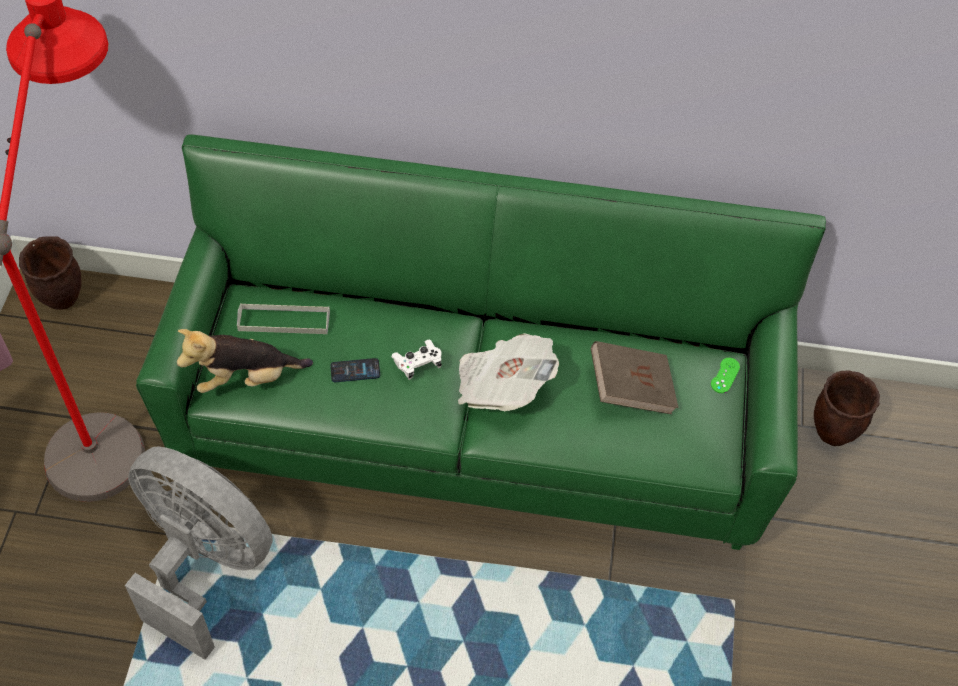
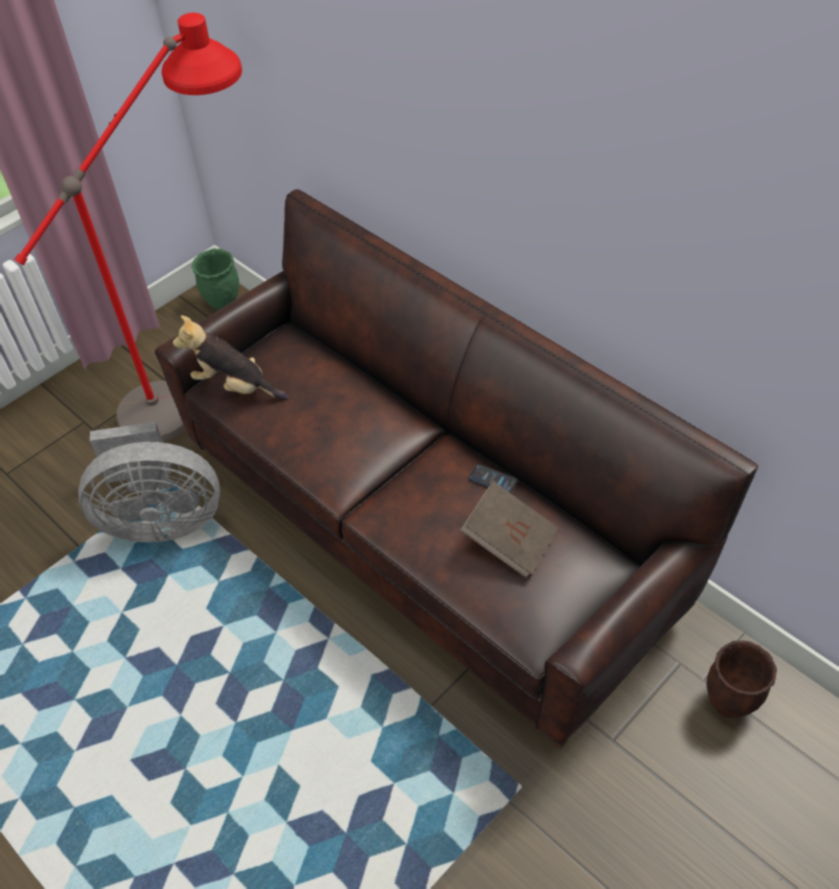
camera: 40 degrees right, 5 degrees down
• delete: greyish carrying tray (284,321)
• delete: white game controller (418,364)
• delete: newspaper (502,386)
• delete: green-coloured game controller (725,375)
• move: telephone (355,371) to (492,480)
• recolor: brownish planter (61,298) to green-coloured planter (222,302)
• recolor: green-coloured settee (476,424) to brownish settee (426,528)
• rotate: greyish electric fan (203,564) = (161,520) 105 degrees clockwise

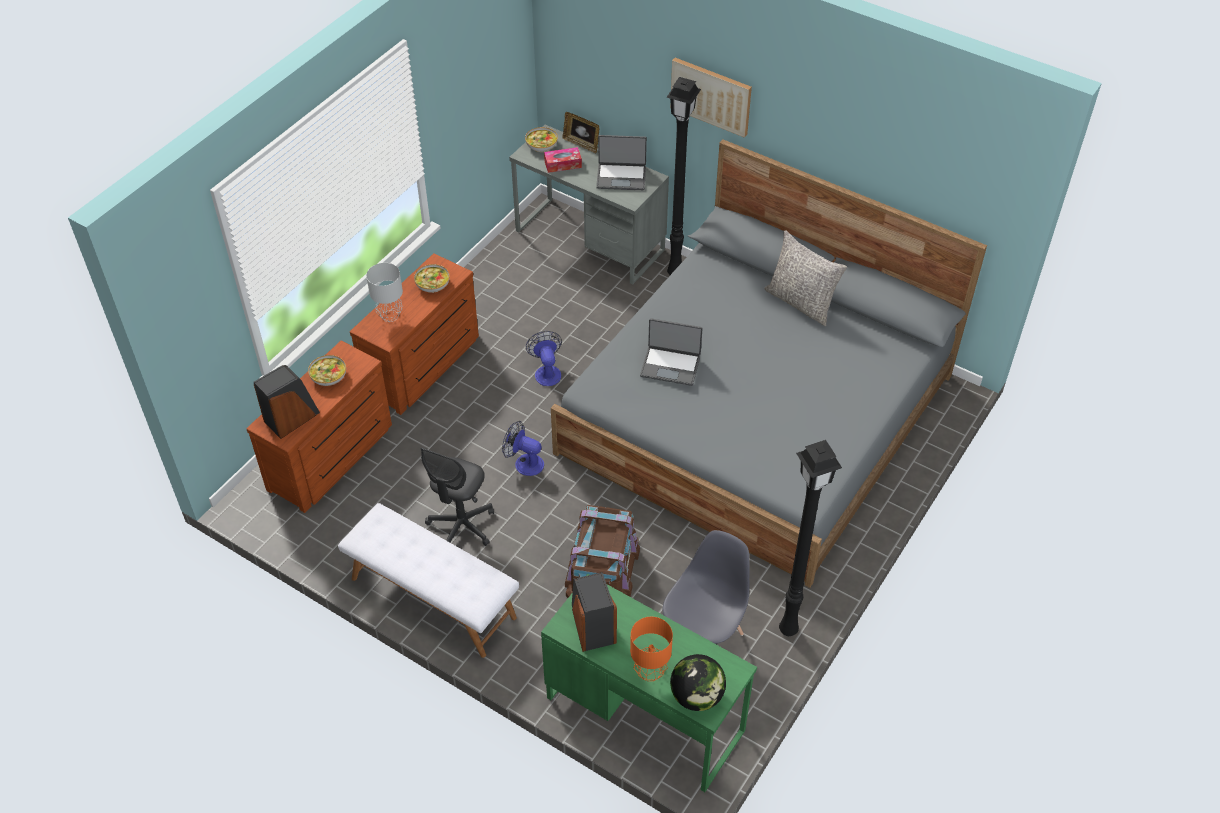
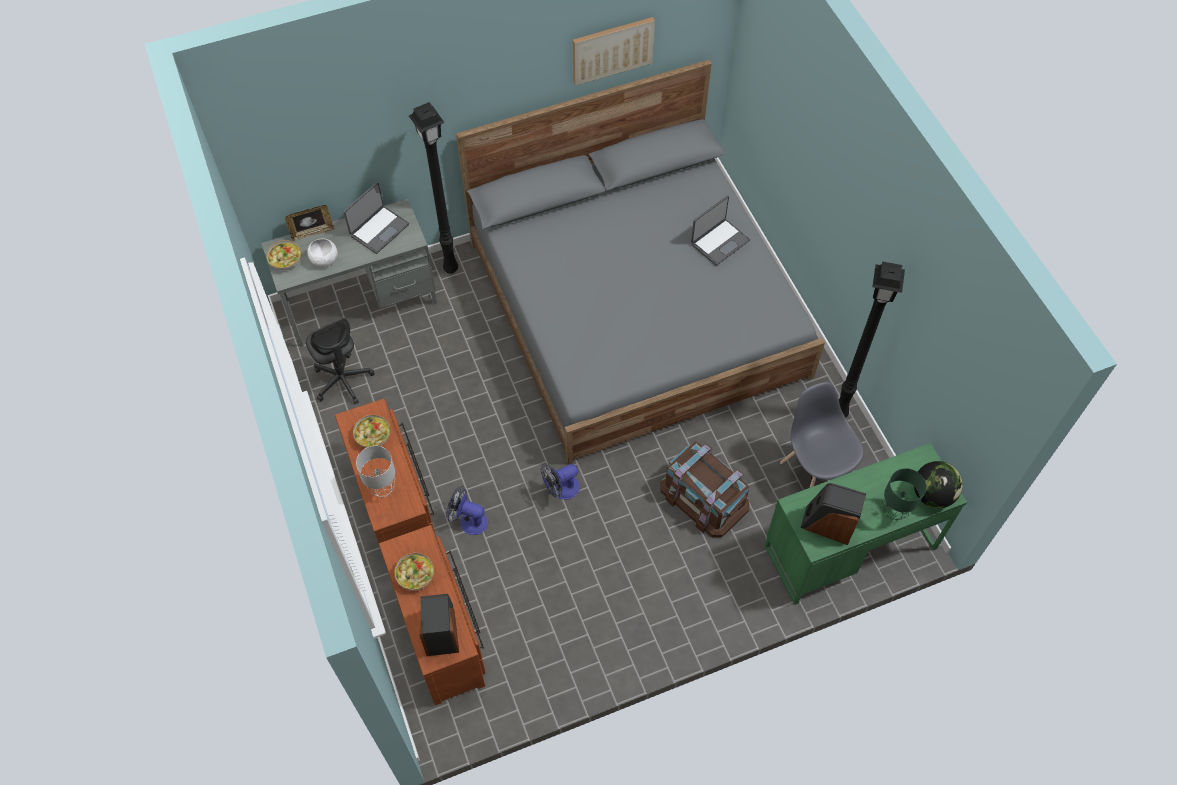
camera: 55 degrees left, 10 degrees up
• delete: white bench (432,598)
• delete: greyish cushion (801,302)
• move: greyish computer chair (461,526) to (343,380)
• move: electric fan (547,372) to (468,520)
• move: portable computer (670,366) to (719,242)
• move: picture (711,96) to (612,50)
• replace: tissue box (563,164) to white serving bowl (324,259)
• recolor: orange tabletop lamp (649,671) to green-coloured tabletop lamp (893,511)

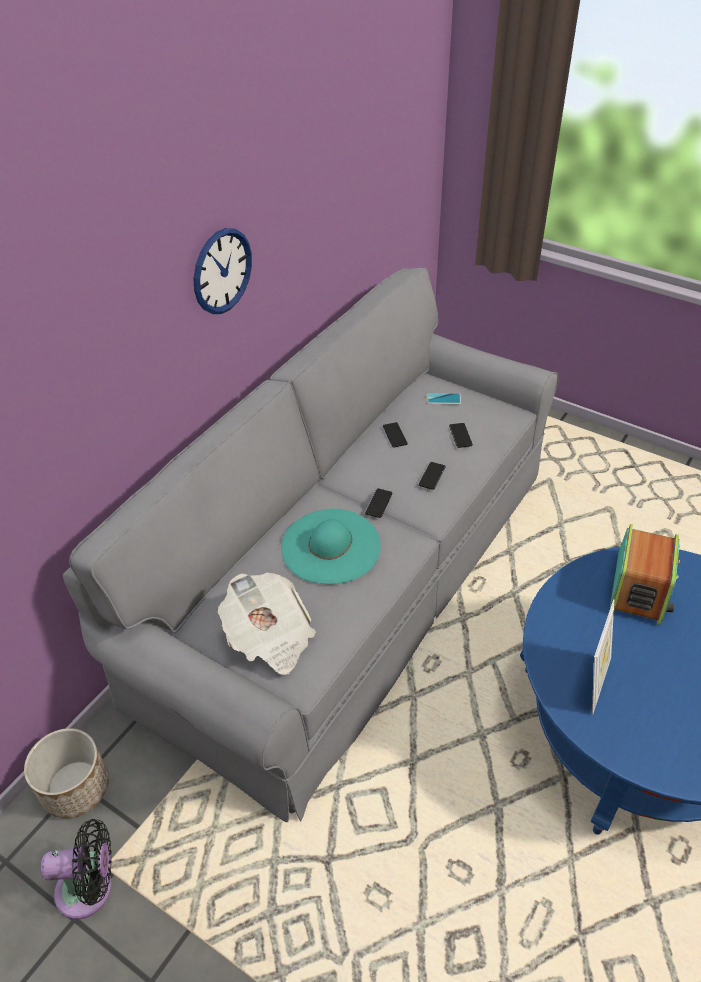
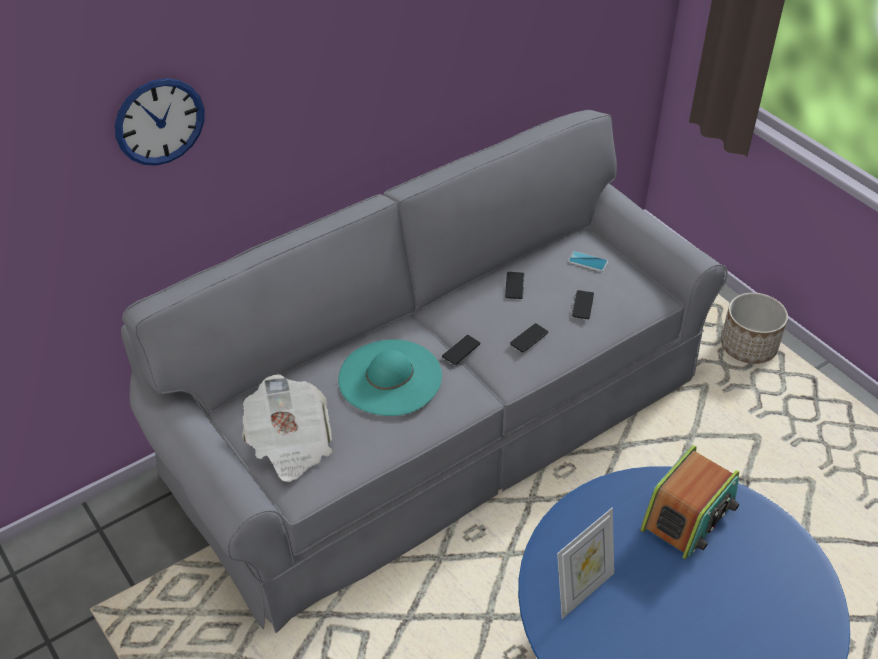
camera: 20 degrees right, 0 degrees up
• delete: black electric fan (90,889)
• move: planter (76,787) to (748,346)
• move: clock on the wall (222,271) to (159,121)

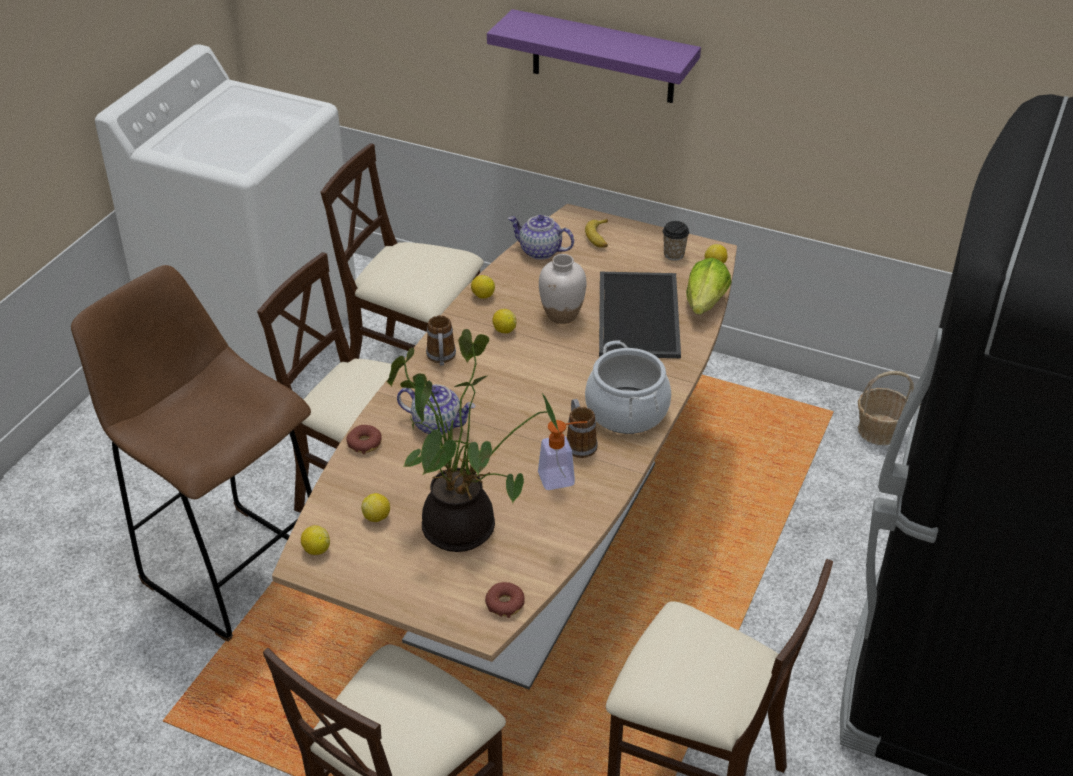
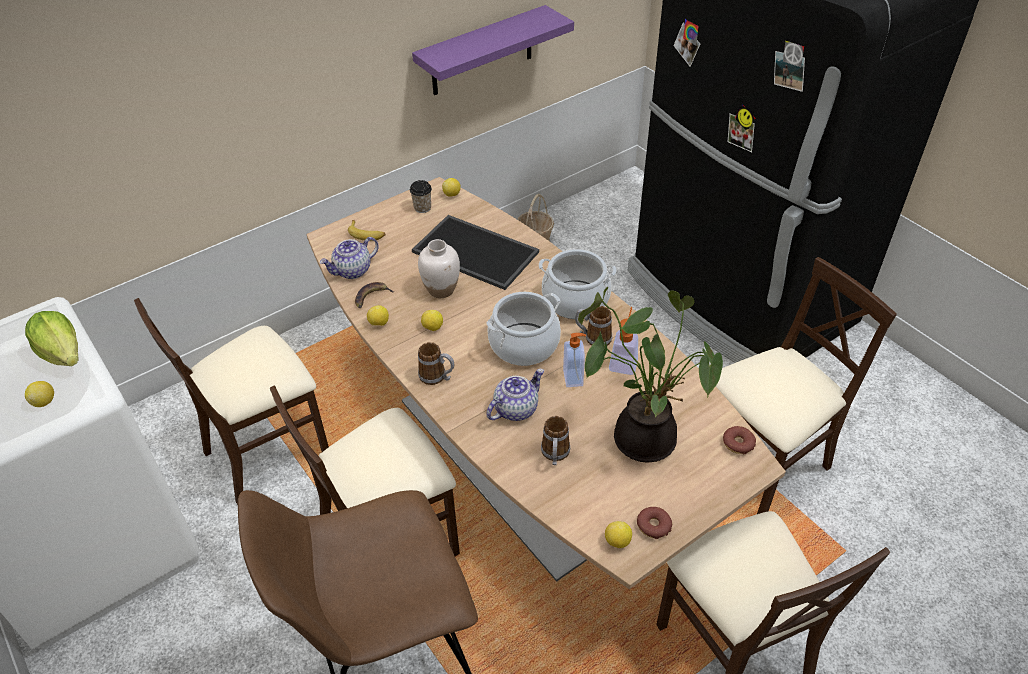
camera: 60 degrees left, 5 degrees up
• insert: whole banana (371,297)
• insert: saucepot (523,344)
• insert: tea mug (555,455)
• insert: liquid soap bottle (574,378)
• move: doughnut (364,443) to (653,525)
• move: citrus fruit (377,517) to (44,401)
• move: purple-coloured shelf (603,57) to (482,52)
• move: head of lettuce (705,303) to (63,354)

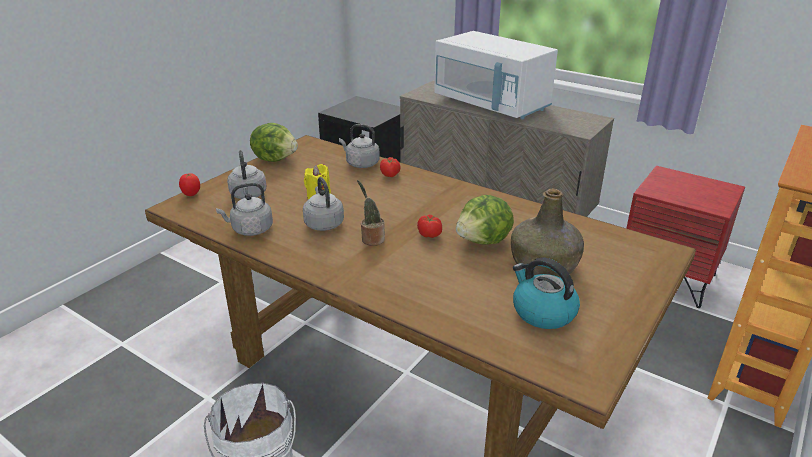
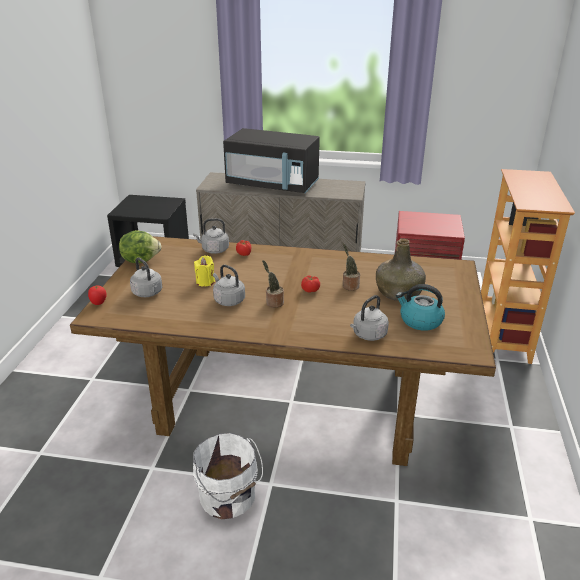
camera: 25 degrees left, 0 degrees up
• move: greyish water kettle (250,230) to (368,335)
• replace: head of lettuce (484,241) to plant in a pot (349,286)
• recolor: white microwave (491,104) to black microwave (273,185)

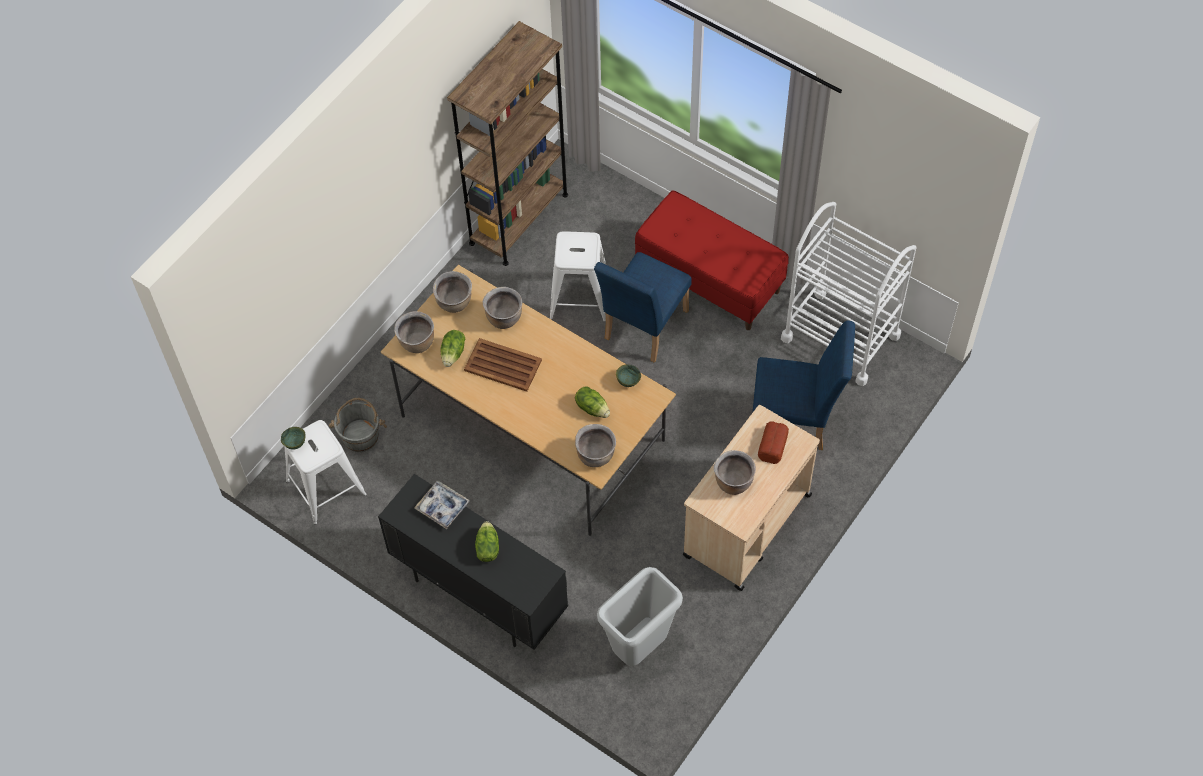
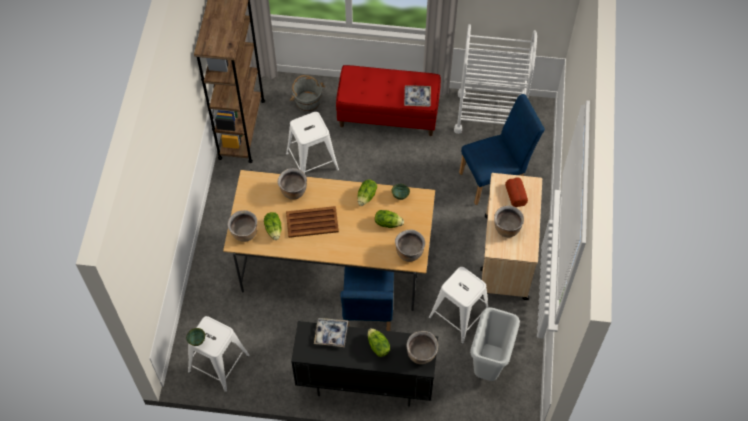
camera: 30 degrees left, 0 degrees up
• insert: head of lettuce (367,196)
• insert: carrying tray (417,98)
• insert: white sitting stool (458,315)
• move: greyish water bucket (360,435) to (307,101)
• move: brownish saucepot (454,303) to (421,354)
• move: bluish upright chair (642,329) to (367,317)

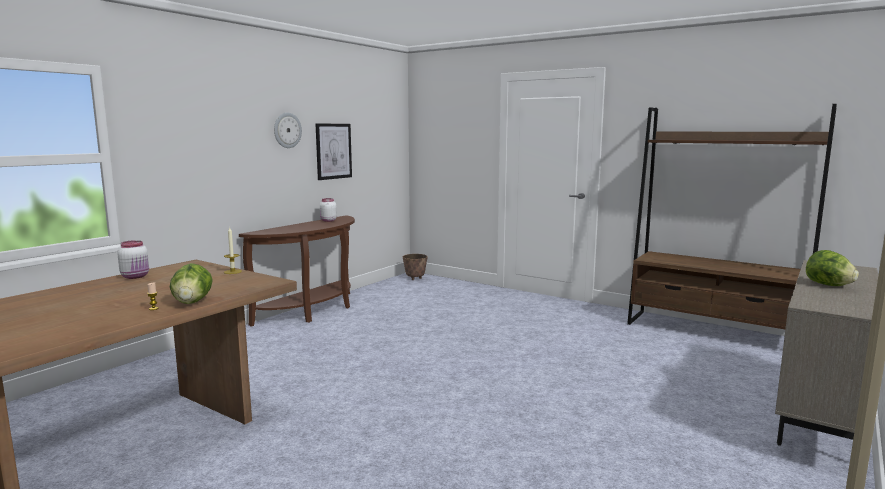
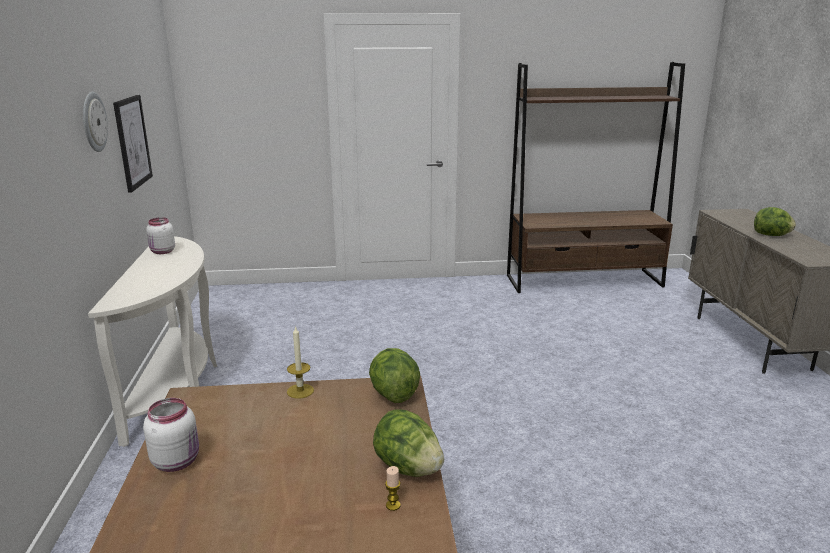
camera: 40 degrees left, 10 degrees up
• delete: planter (415,278)
• insert: head of lettuce (393,394)
• recolor: brownish console table (314,311) to white console table (178,387)

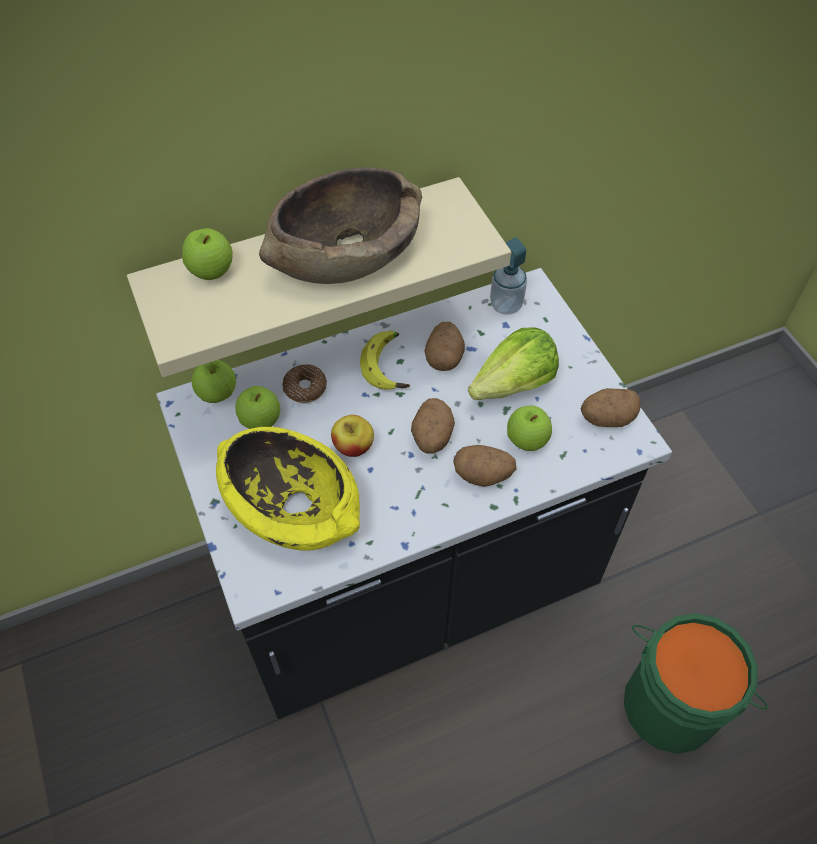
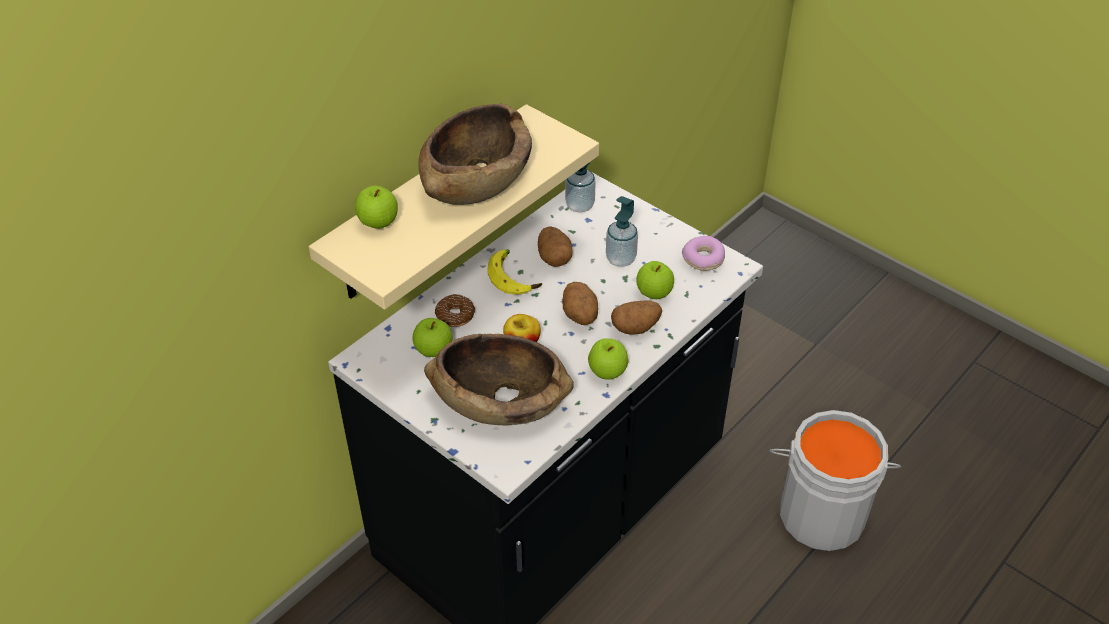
camera: 25 degrees left, 10 degrees down
• move: whole apple (217,394) to (607,372)
• replace: head of lettuce (514,385) to liquid soap bottle (620,259)
• replace: whole potato (606,418) to doughnut (703,259)
• recolor: yellowish serving bowl (292,506) to brownish serving bowl (500,400)
• recolor: green-coloured water bucket (672,702) to greyish water bucket (822,512)

